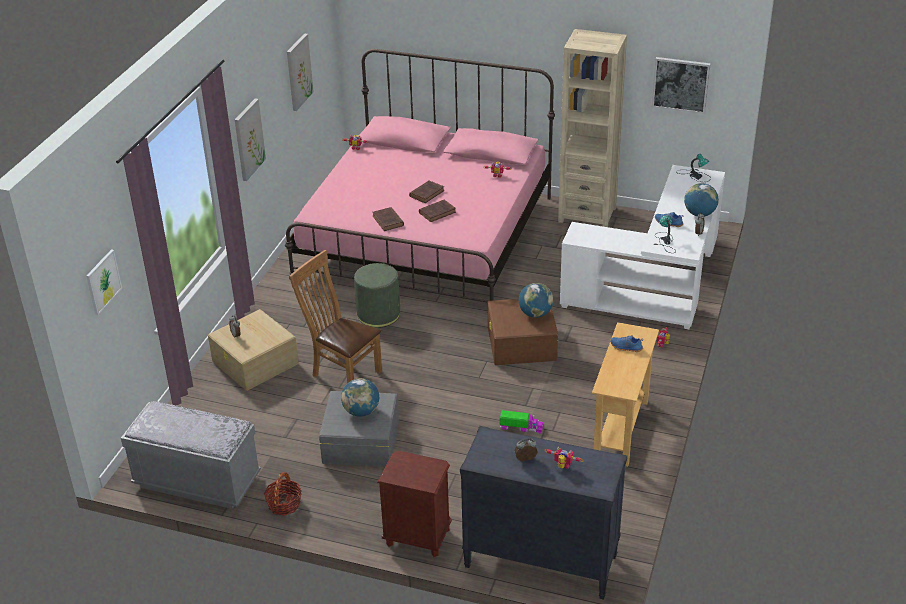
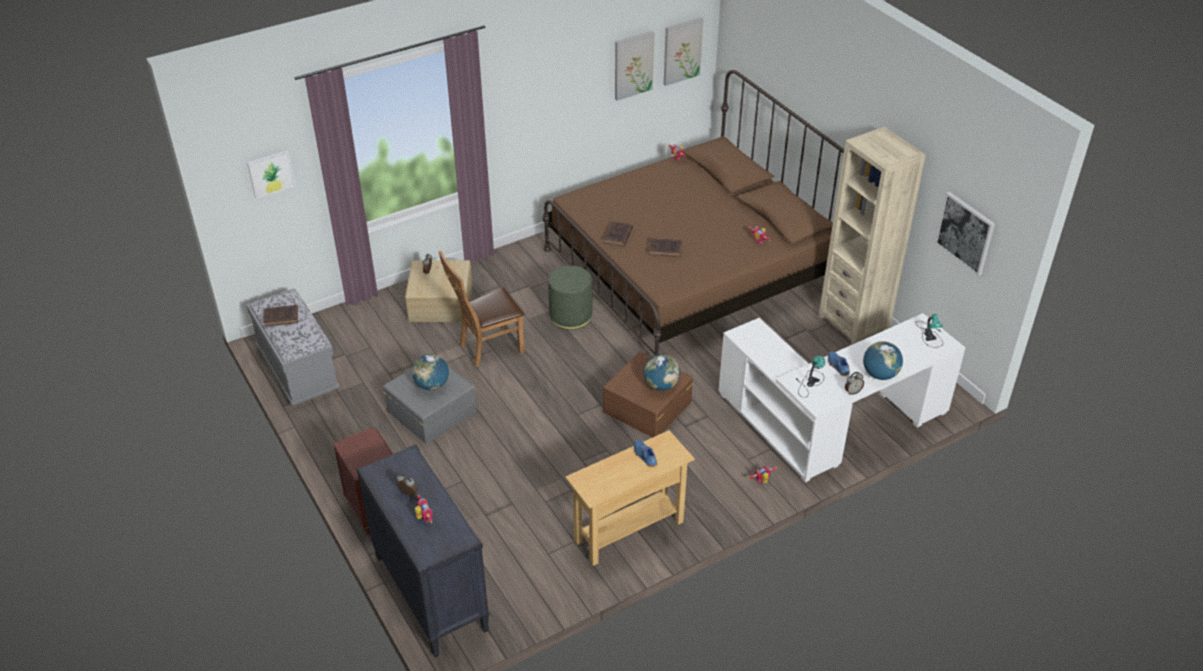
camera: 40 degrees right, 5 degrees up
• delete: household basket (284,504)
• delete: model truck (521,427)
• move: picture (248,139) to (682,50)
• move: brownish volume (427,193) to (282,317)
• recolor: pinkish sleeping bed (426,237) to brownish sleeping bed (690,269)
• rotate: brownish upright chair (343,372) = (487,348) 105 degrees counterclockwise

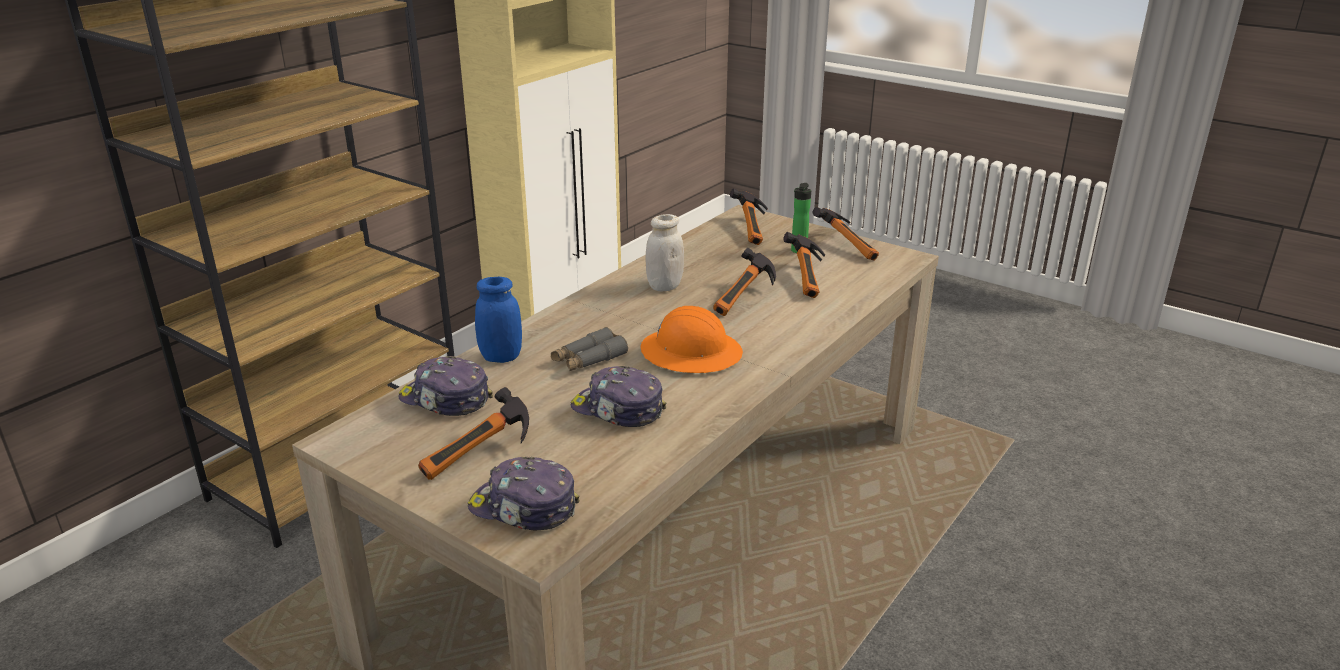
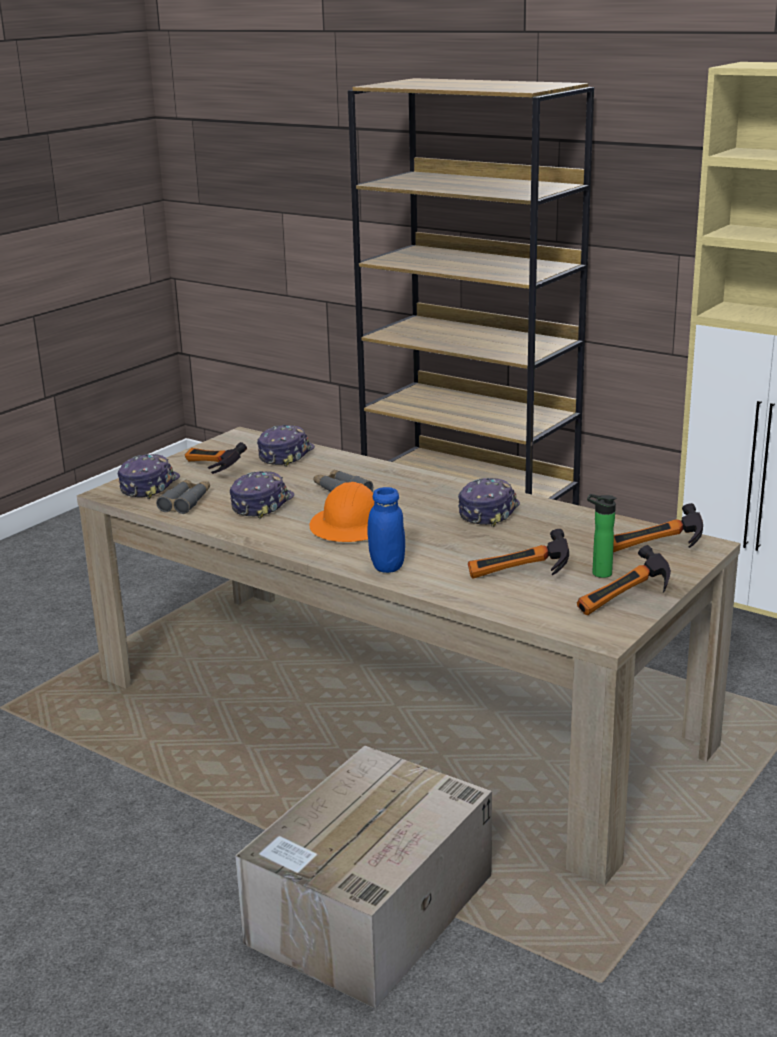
camera: 90 degrees right, 5 degrees down
• delete: hand hammer (746,299)
• insert: greyish field glasses (186,502)
• insert: packing box (369,911)
• move: bluish storage jar (501,357) to (387,566)
• replace: white storage jar (664,286) to peaked cap (488,512)

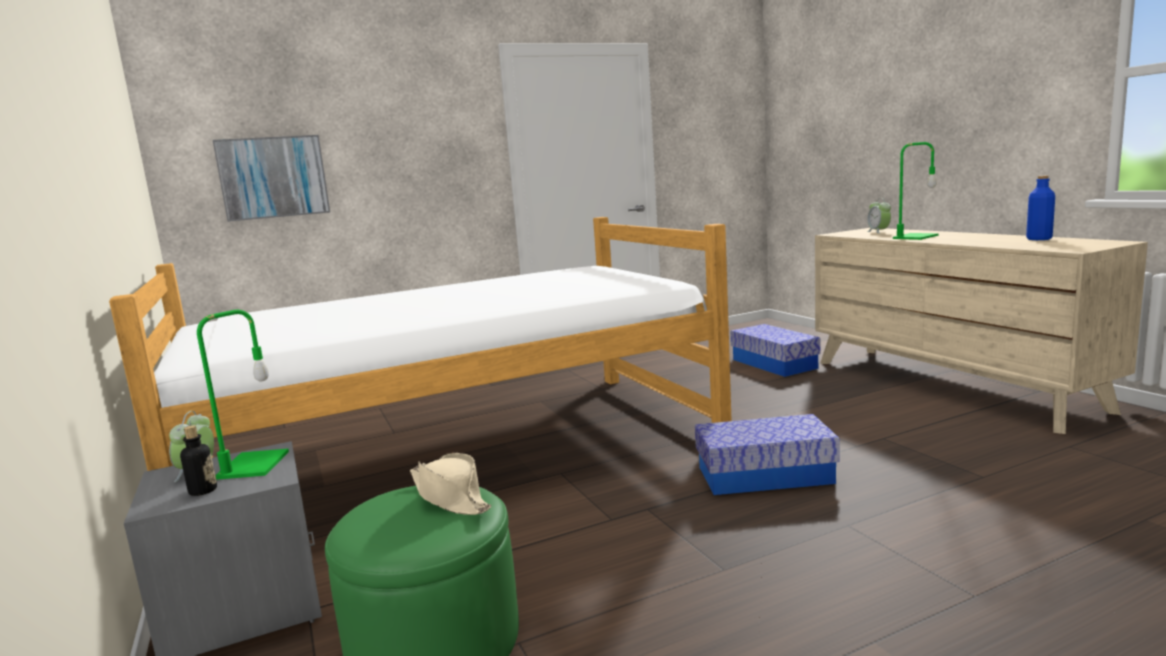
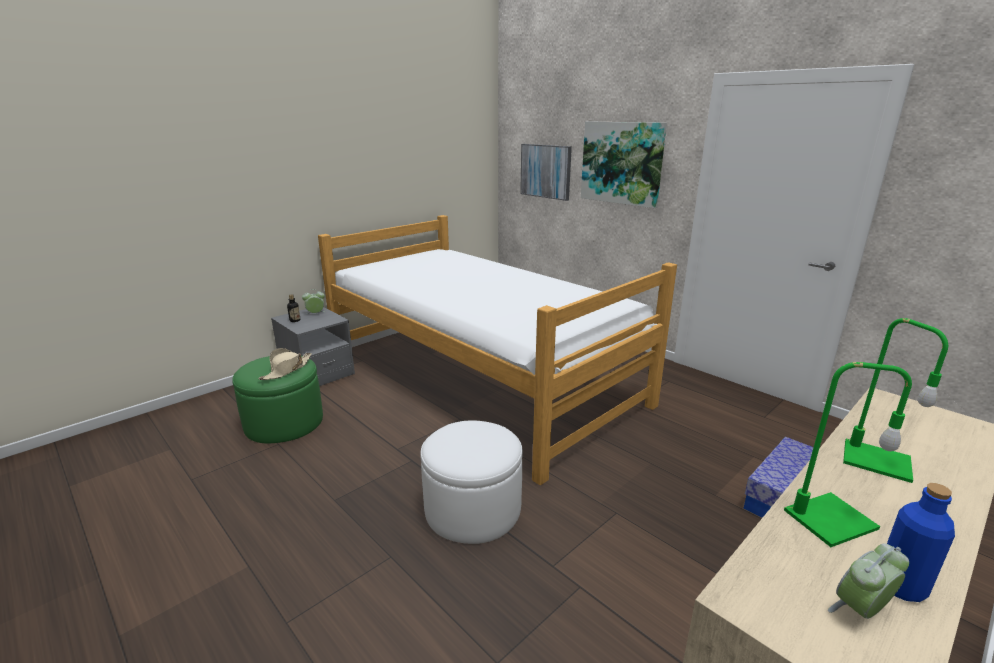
camera: 70 degrees right, 10 degrees up
• insert: picture (621,163)
• move: green-coloured tabletop lamp (253,465) to (829,520)
• move: table clock (878,232) to (860,611)
• replace: storage bin (765,475) to white ottoman (473,509)

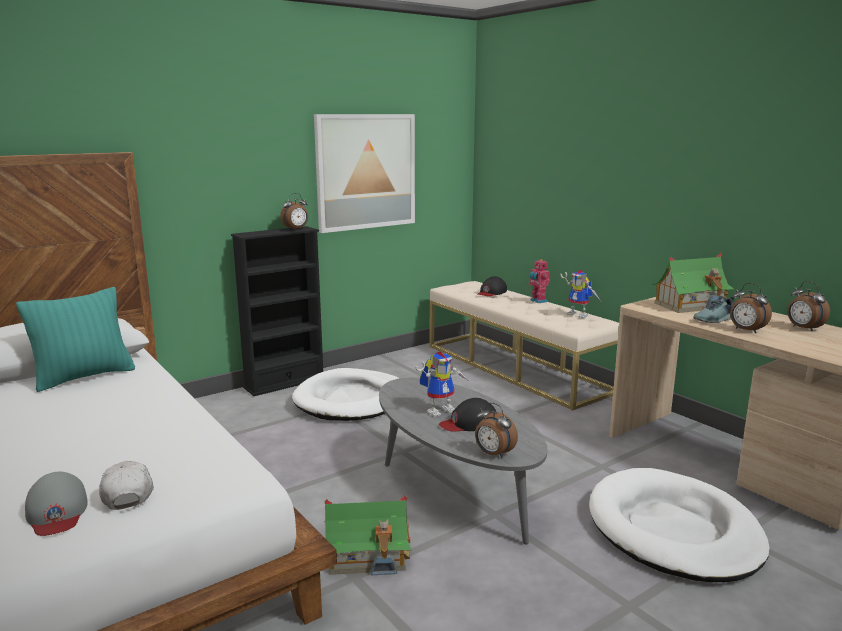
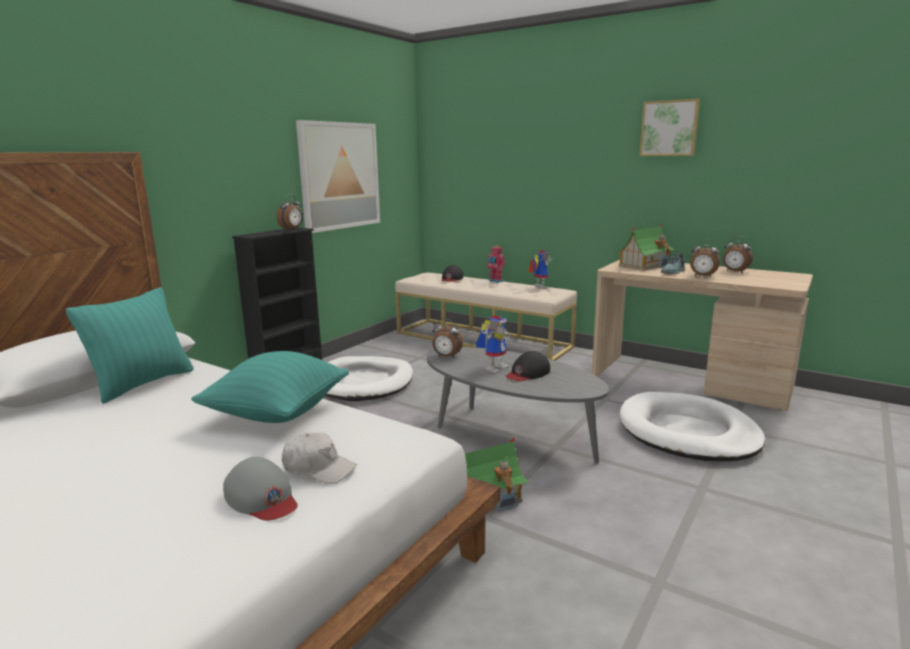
camera: 20 degrees left, 0 degrees up
• insert: turquoise-coloured cushion (277,413)
• insert: picture (669,128)
• move: table clock (493,454) to (446,357)
• rotate: white peaked cap (127,493) = (319,468) 150 degrees clockwise
• rotate: robot figure (580,315) = (538,287) 135 degrees counterclockwise

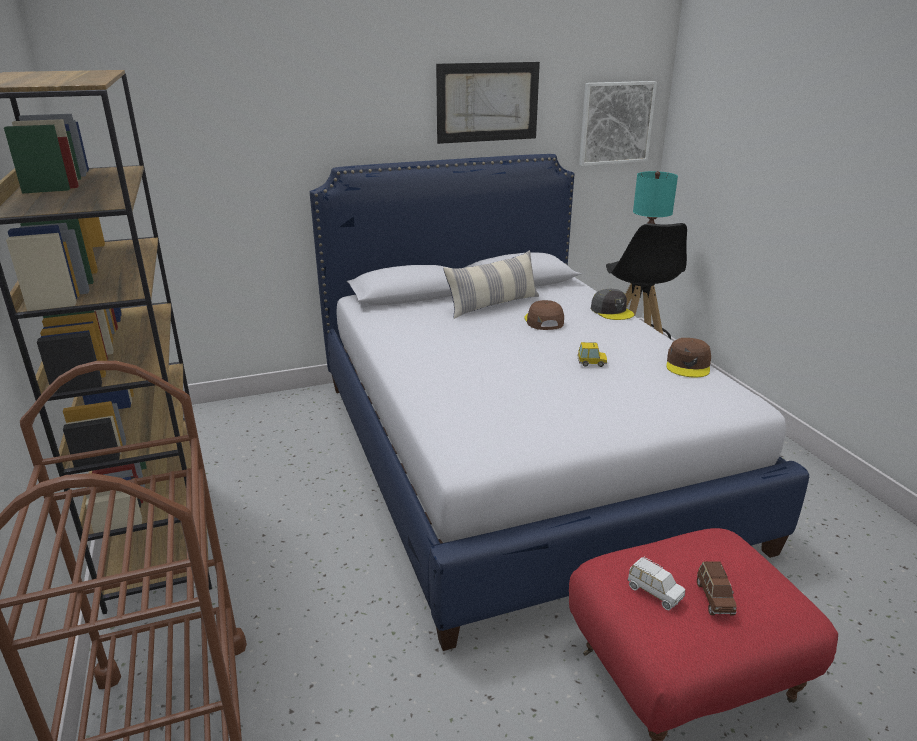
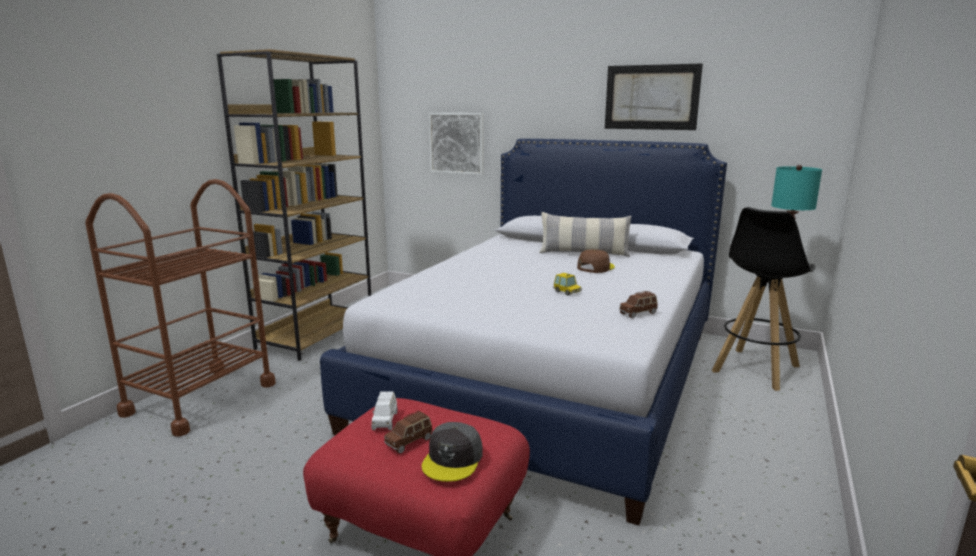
camera: 45 degrees right, 10 degrees down
• move: picture (616,123) to (457,143)
• move: greyish peaked cap (612,311) to (453,459)
• replace: brownish peaked cap (688,365) to brownish toy car (638,313)

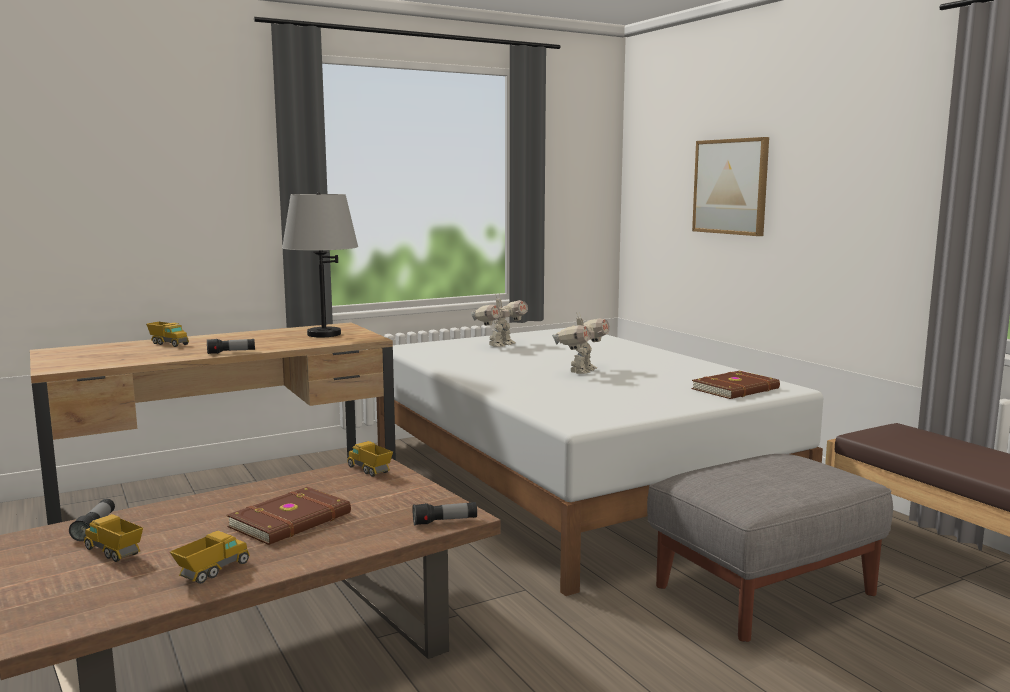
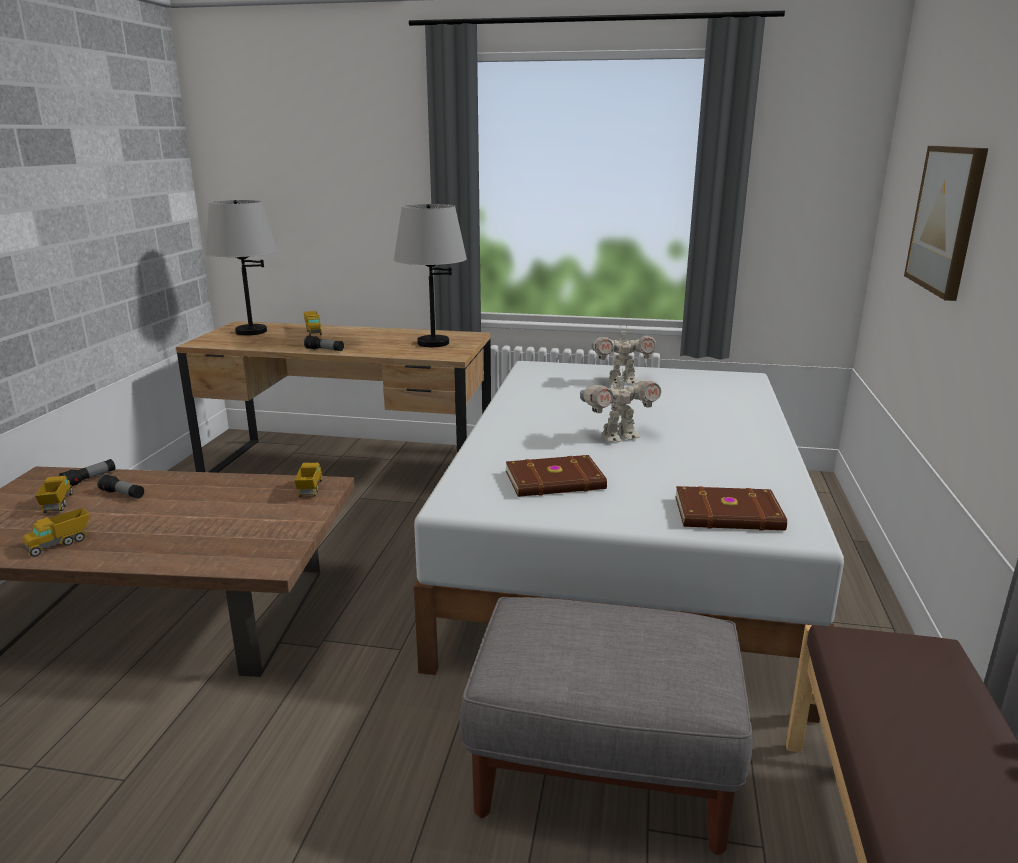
camera: 40 degrees right, 10 degrees up
• insert: greyish tabletop lamp (251,332)
• move: brownish volume (292,520) to (556,481)
• move: flashlight (445,522) to (123,494)
• rotate: model truck (212,572) = (60,544) 150 degrees clockwise

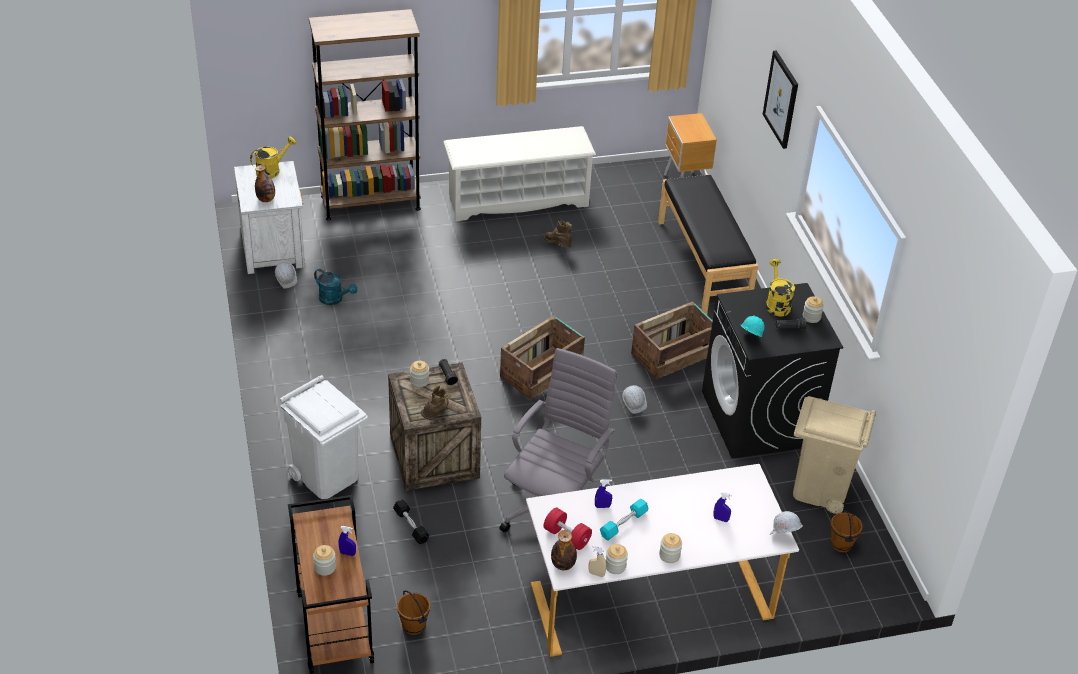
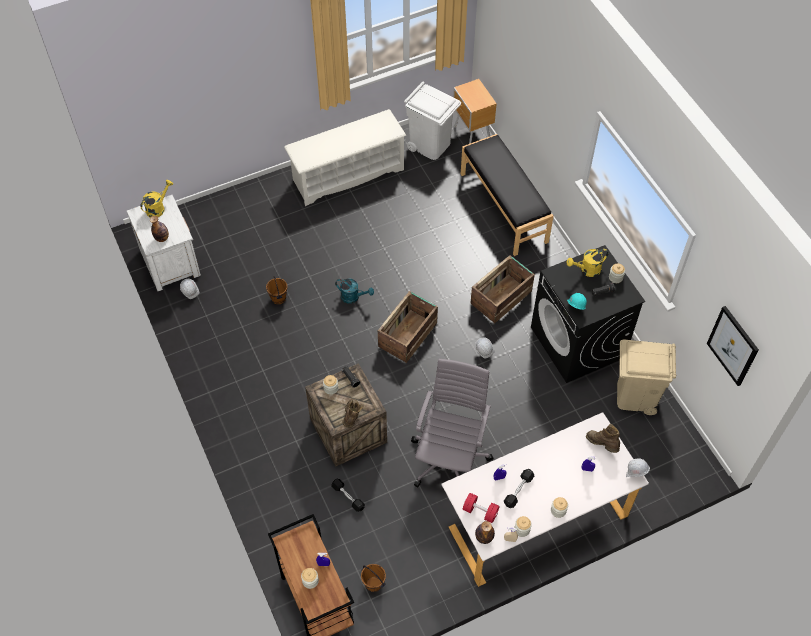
camera: 10 degrees left, 15 degrees up
• delete: brownish bookshelf (370,202)
• move: white rubbish bin (327,476) to (430,145)
• move: turquoise-coloured watering can (334,299) to (353,297)
• move: brownish boot (558,247) to (602,444)
• move: picture (781,99) to (733,345)
• move: brownish water bucket (841,544) to (279,298)
• recolor: turquoise-coloured free weight (623,524) to black free weight (518,490)
• rotate: yellowish watering can (776,303) = (587,270) 90 degrees counterclockwise

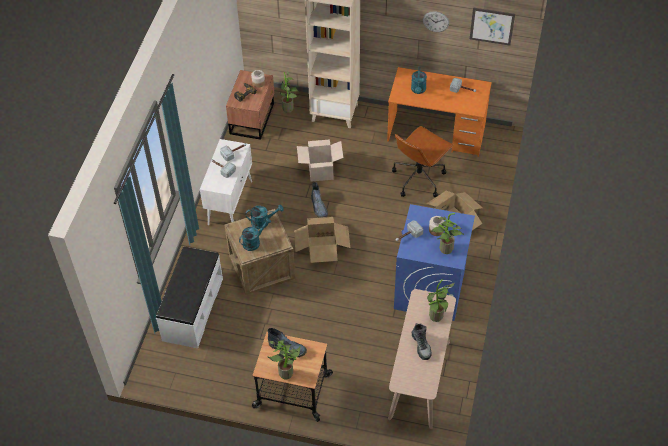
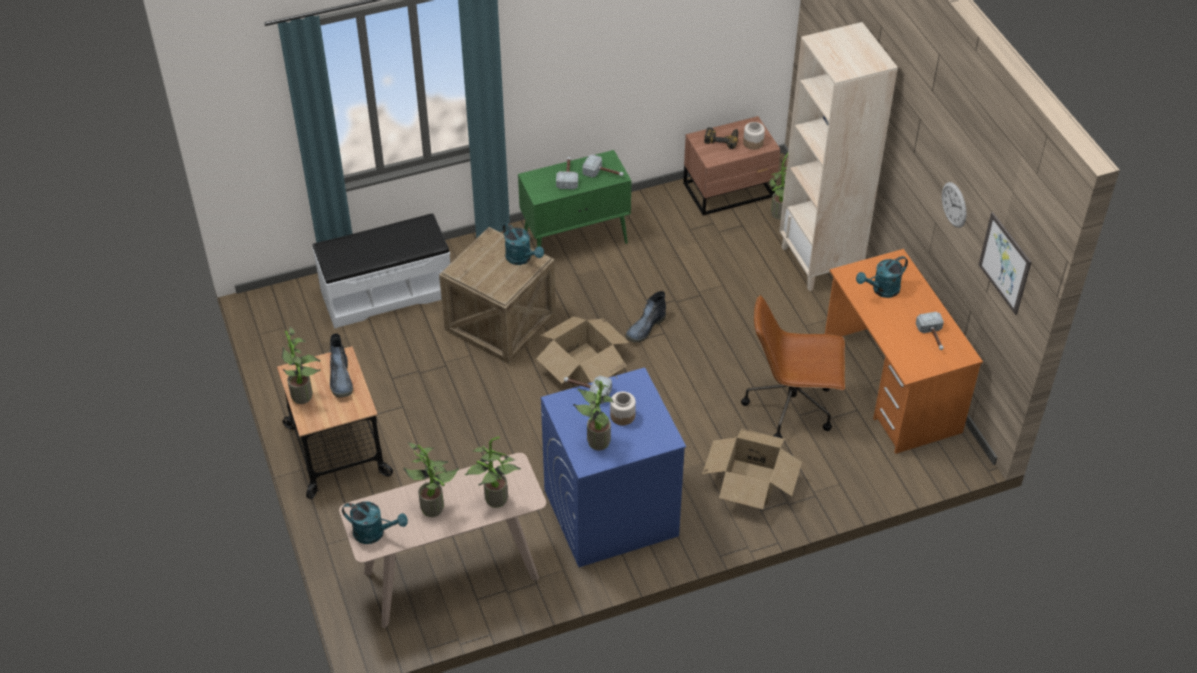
camera: 55 degrees right, 5 degrees down
• delete: packing box (320,172)
• move: turquoise-coloured watering can (254,242) to (374,533)
• replace: boot (421,345) to plant in a pot (435,506)
• recolor: white storage cabinet (230,202) to green-coloured storage cabinet (576,241)

